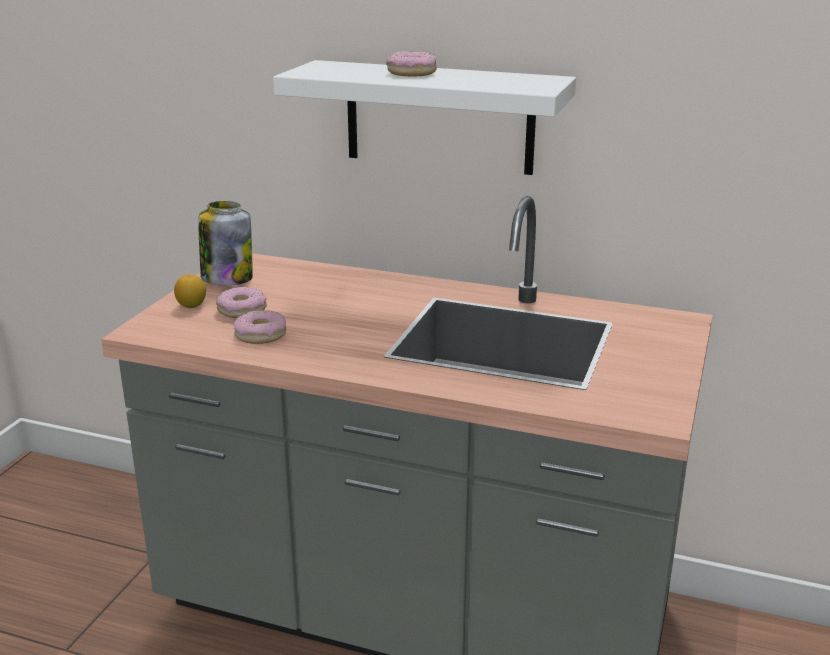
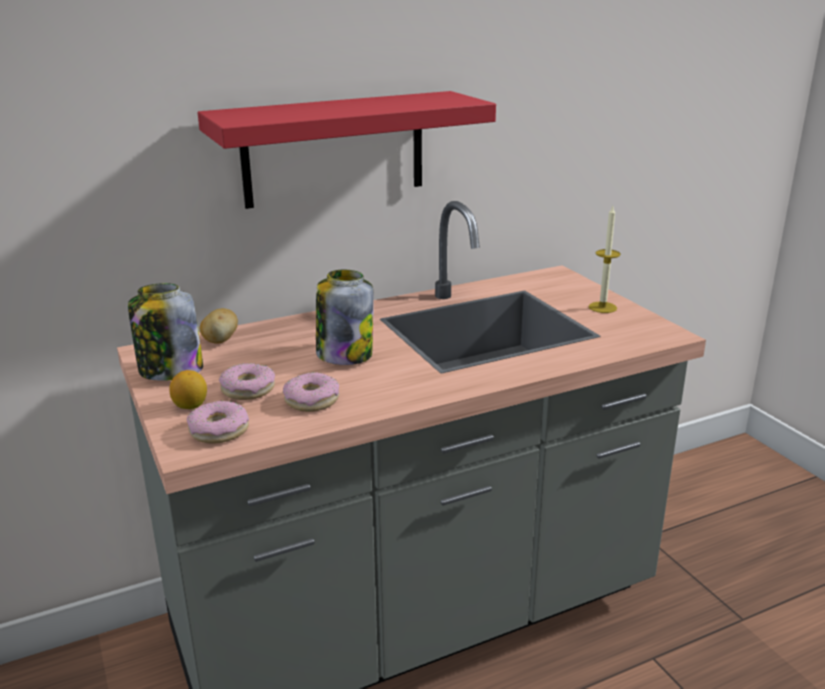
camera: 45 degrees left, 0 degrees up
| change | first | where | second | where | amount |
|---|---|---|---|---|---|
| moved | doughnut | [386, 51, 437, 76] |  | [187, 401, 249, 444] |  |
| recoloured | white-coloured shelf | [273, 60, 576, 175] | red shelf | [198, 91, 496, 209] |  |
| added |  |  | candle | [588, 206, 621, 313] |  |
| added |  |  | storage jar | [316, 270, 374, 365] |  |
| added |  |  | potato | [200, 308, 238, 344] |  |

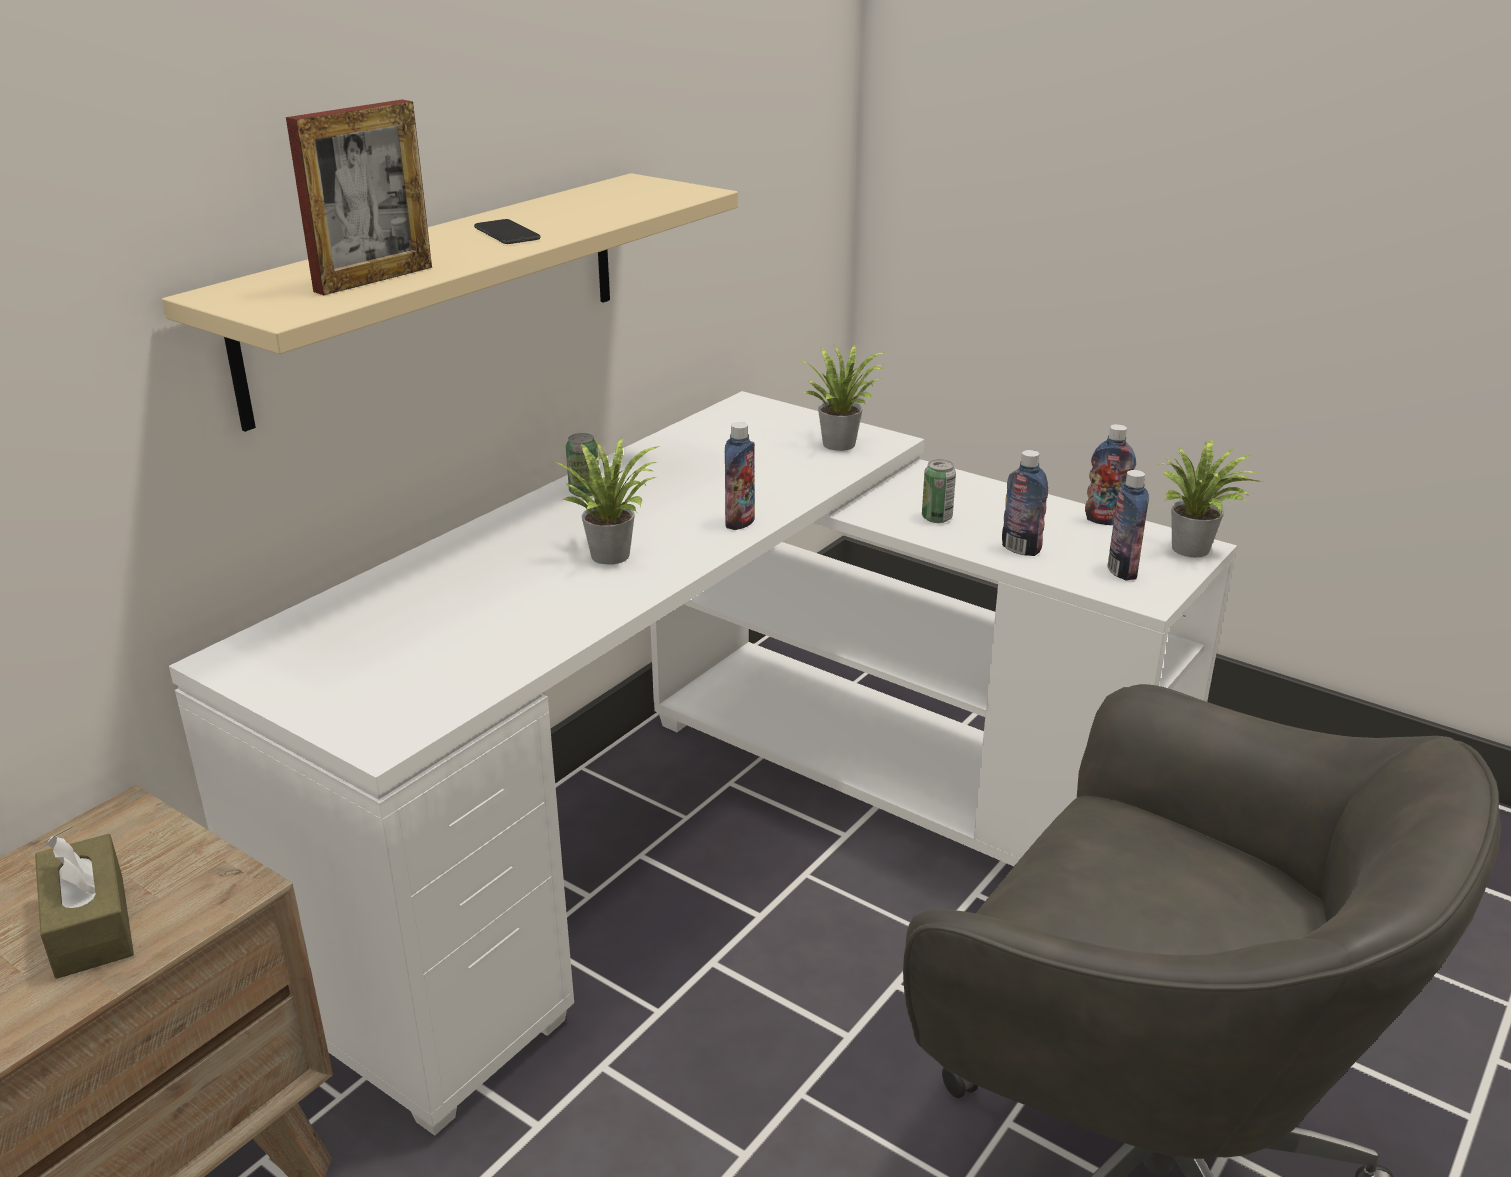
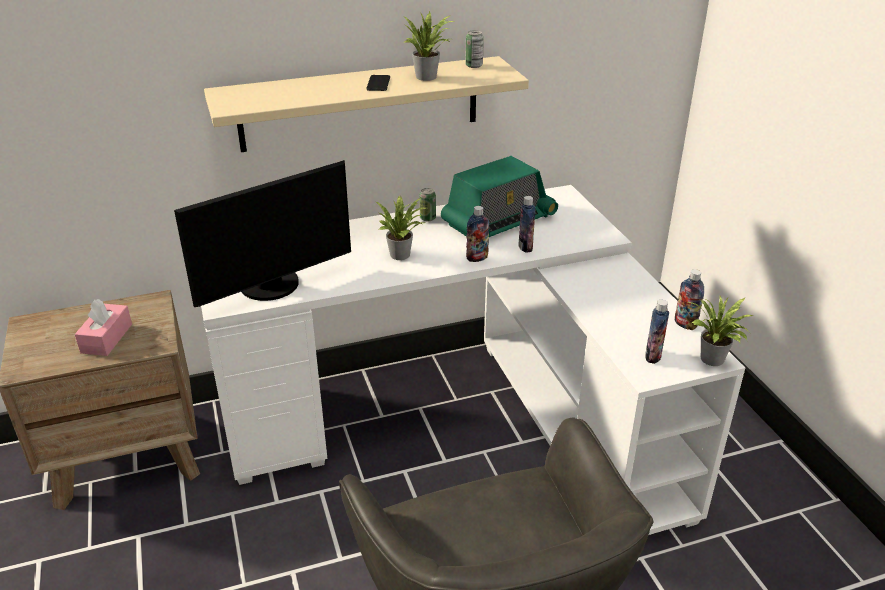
camera: 35 degrees right, 5 degrees up
| change | first | where | second | where | amount |
|---|---|---|---|---|---|
| removed | photo frame | [286, 99, 432, 295] |  |  |  |
| moved | plant in a pot | [800, 344, 886, 451] |  | [403, 10, 456, 81] |  |
| moved | bottle | [1002, 450, 1048, 556] |  | [518, 196, 535, 253] |  |
| moved | metal can | [922, 459, 956, 523] |  | [465, 30, 484, 68] |  |
| recoloured | brownish box of tissues | [35, 834, 134, 979] | pinkish box of tissues | [75, 299, 132, 356] |  |
| added |  |  | radio receiver | [441, 156, 558, 238] |  |
| added |  |  | monitor | [174, 160, 351, 307] |  |

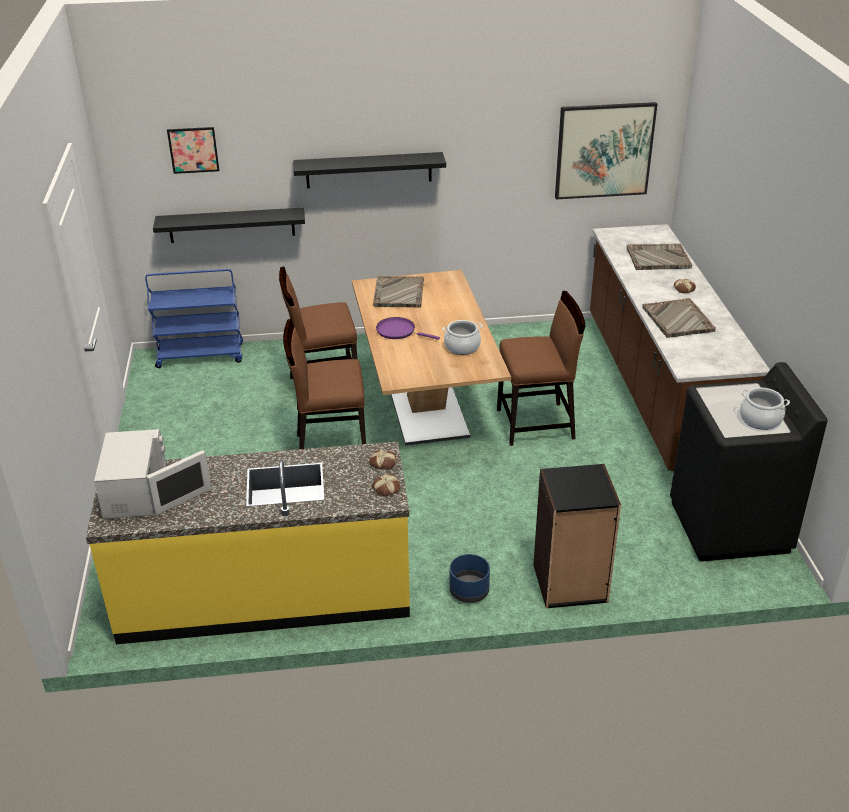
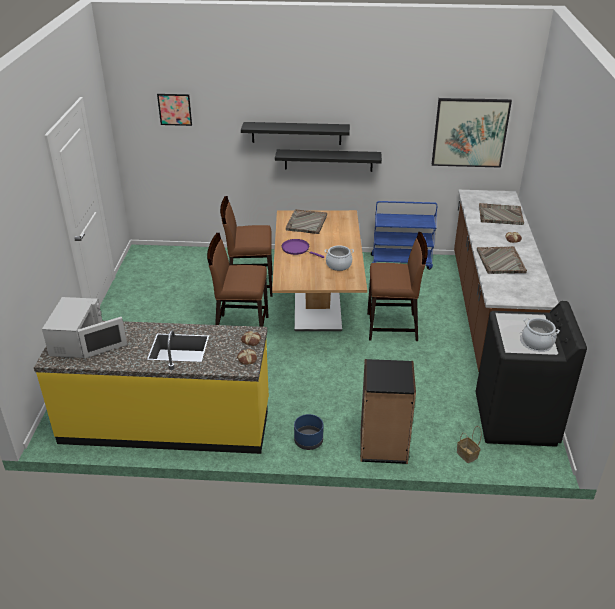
camera: 10 degrees right, 0 degrees up
| change | first | where | second | where | amount |
|---|---|---|---|---|---|
| moved | black-coloured shelf | [153, 208, 305, 243] |  | [275, 149, 382, 172] |  |
| moved | blue trolley | [145, 269, 243, 368] |  | [371, 201, 437, 270] |  |
| added |  |  | basket | [457, 426, 482, 463] |  |

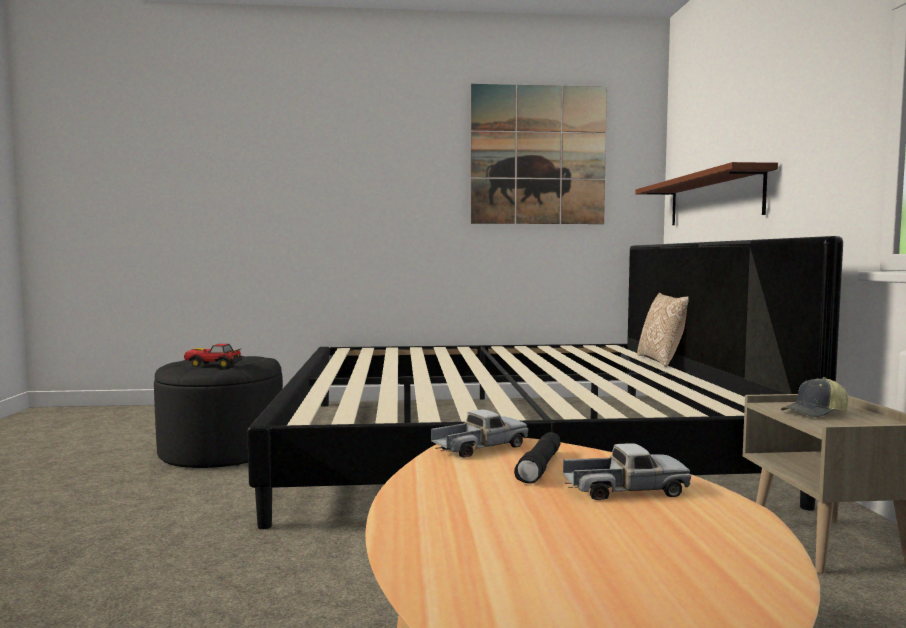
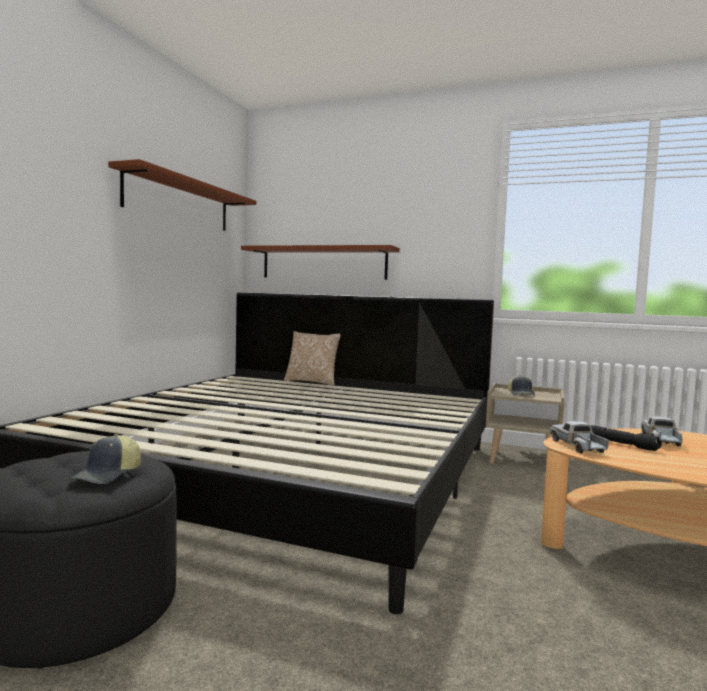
camera: 65 degrees left, 0 degrees up
| change | first | where | second | where | amount |
|---|---|---|---|---|---|
| replaced | picture | [471, 84, 607, 224] | brownish shelf | [108, 159, 256, 231] |  |
| replaced | miniature car | [184, 344, 242, 368] | baseball cap | [69, 434, 141, 484] |  |

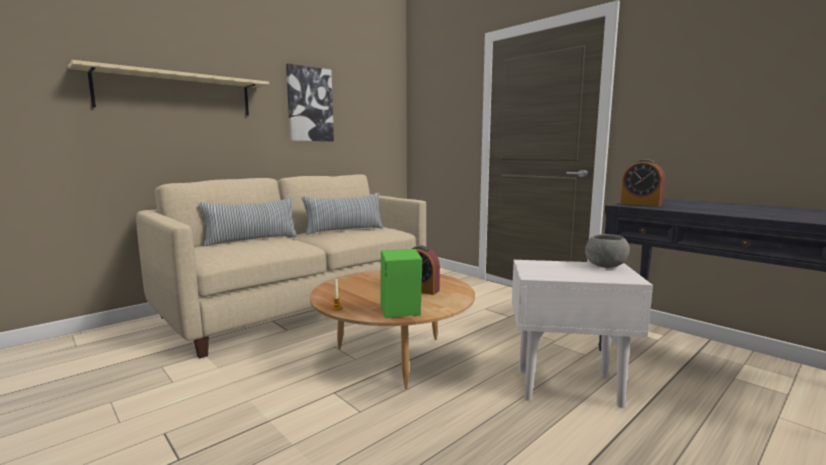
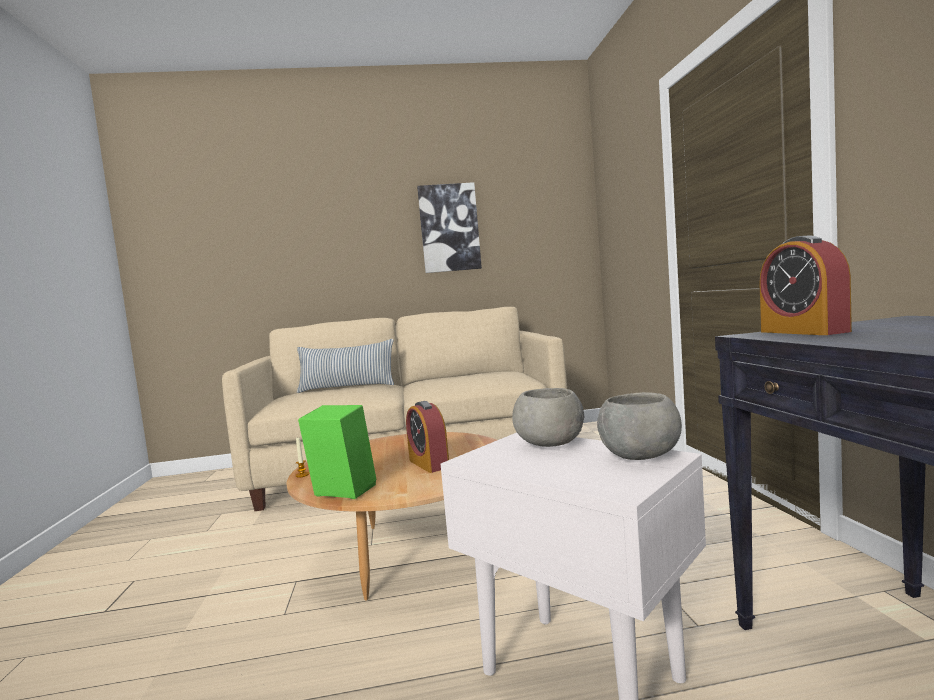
camera: 35 degrees right, 5 degrees down
| change | first | where | second | where | amount |
|---|---|---|---|---|---|
| removed | beige-coloured shelf | [68, 60, 269, 116] |  |  |  |
| removed | pillow | [302, 193, 383, 235] |  |  |  |
| added |  |  | gray bowl | [512, 388, 584, 447] |  |

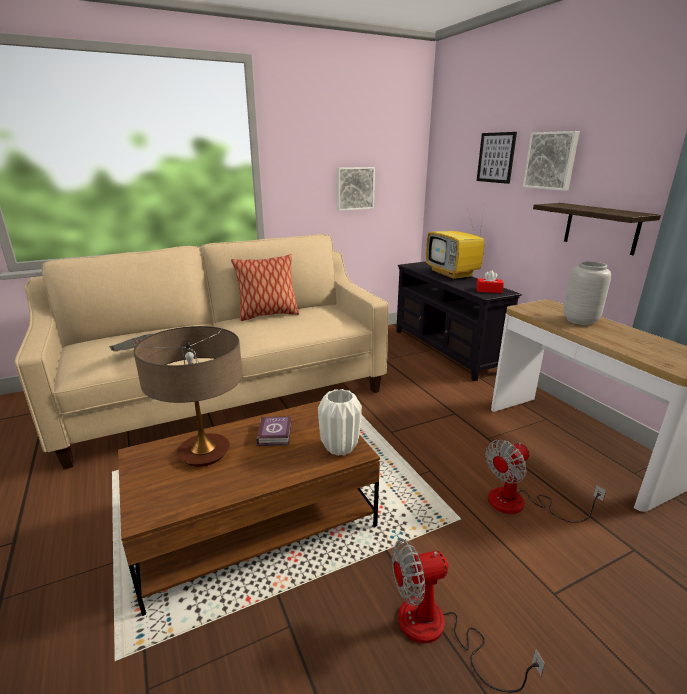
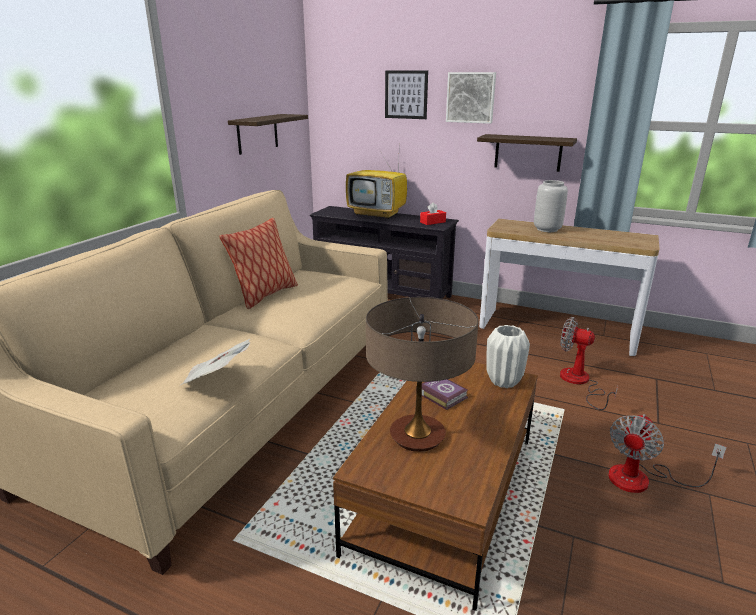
camera: 40 degrees left, 0 degrees up
| change | first | where | second | where | amount |
|---|---|---|---|---|---|
| replaced | picture | [337, 167, 375, 211] | shelf | [228, 114, 308, 155] |  |
| turned | cooling fan | [485, 440, 606, 523] |  | [560, 317, 618, 410] | 105 degrees clockwise |

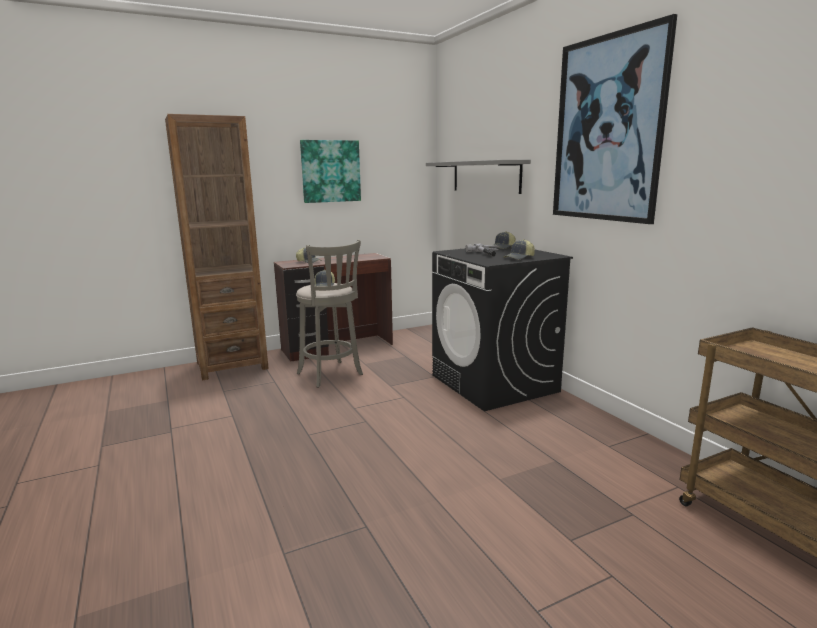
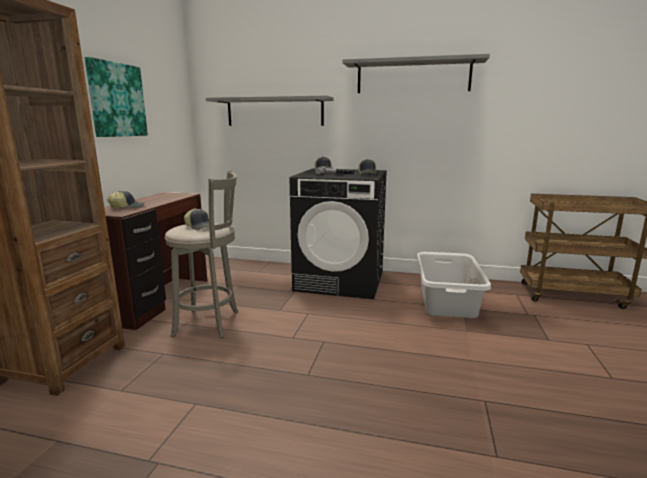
camera: 50 degrees left, 0 degrees up
| change | first | where | second | where | amount |
|---|---|---|---|---|---|
| replaced | picture | [553, 14, 677, 224] | gray shelf | [342, 54, 490, 93] |  |
| added |  |  | gray washing basket | [417, 252, 491, 318] |  |

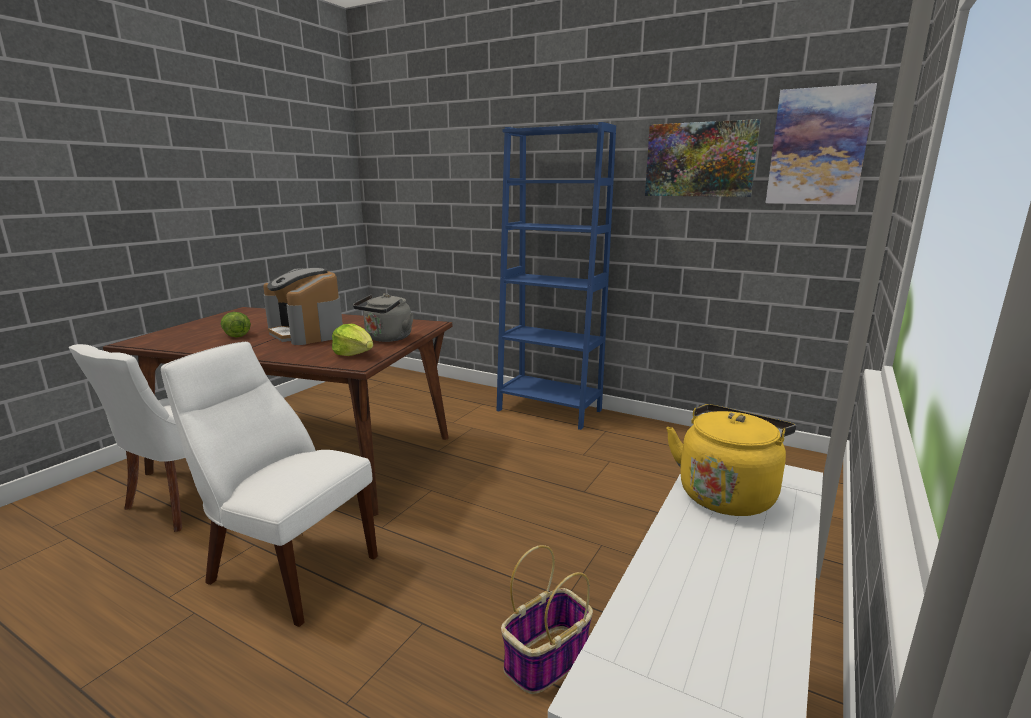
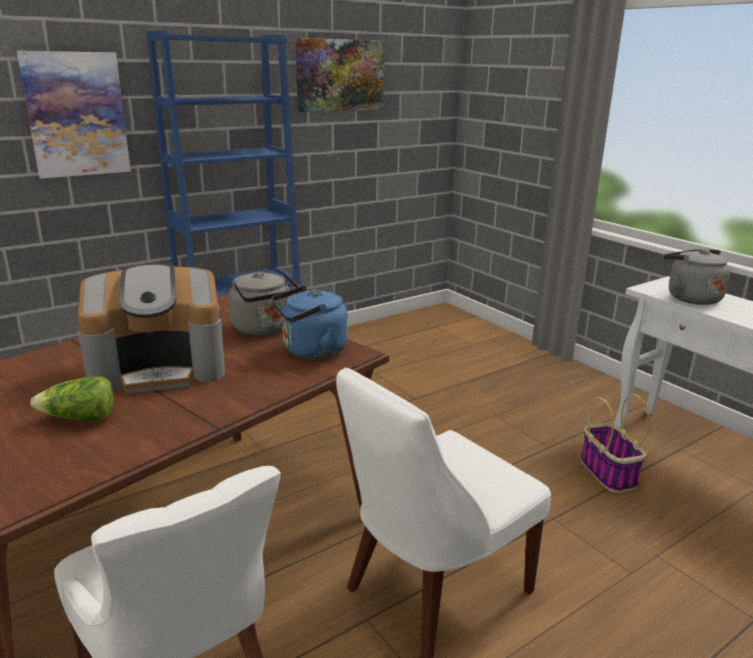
camera: 65 degrees left, 5 degrees up
| change | first | where | second | where | amount |
|---|---|---|---|---|---|
| moved | picture | [766, 83, 877, 205] |  | [17, 51, 131, 179] |  |
| replaced | lettuce head | [332, 324, 373, 356] | blue kettle | [271, 286, 348, 359] |  |
| recoloured | yellow-coloured kettle | [666, 404, 796, 516] | gray kettle | [663, 249, 730, 305] |  |

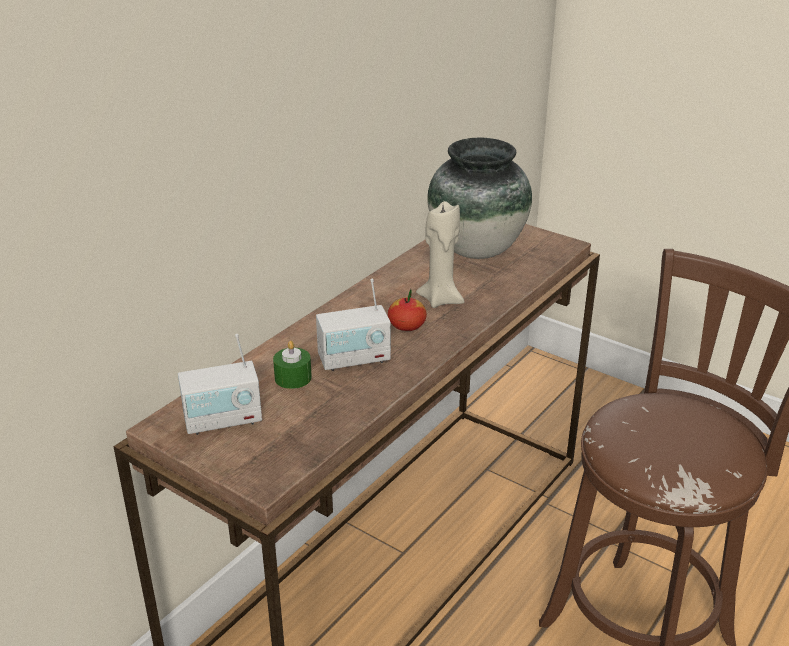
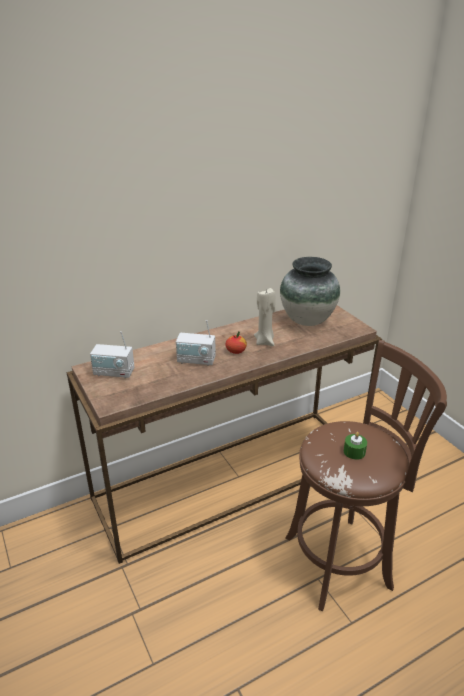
camera: 25 degrees right, 0 degrees up
| change | first | where | second | where | amount |
|---|---|---|---|---|---|
| moved | green-coloured candle | [273, 341, 312, 389] |  | [344, 432, 367, 460] |  |

